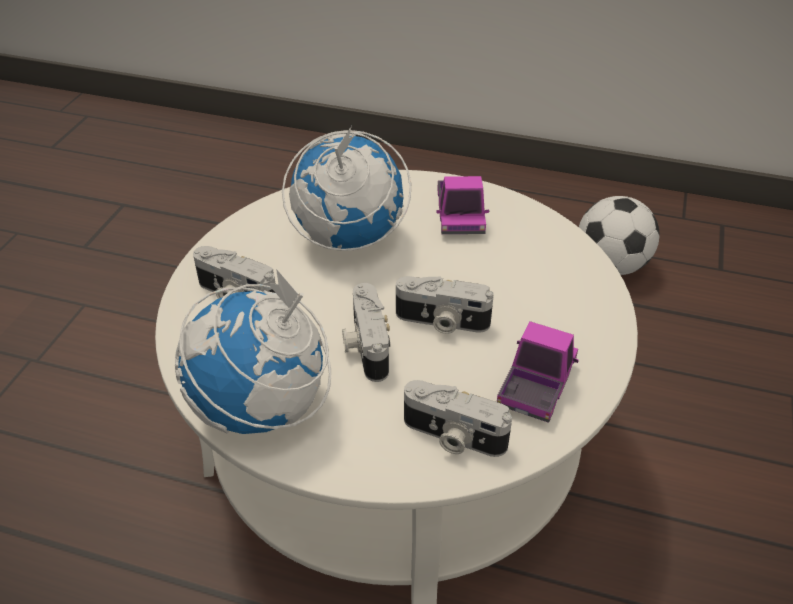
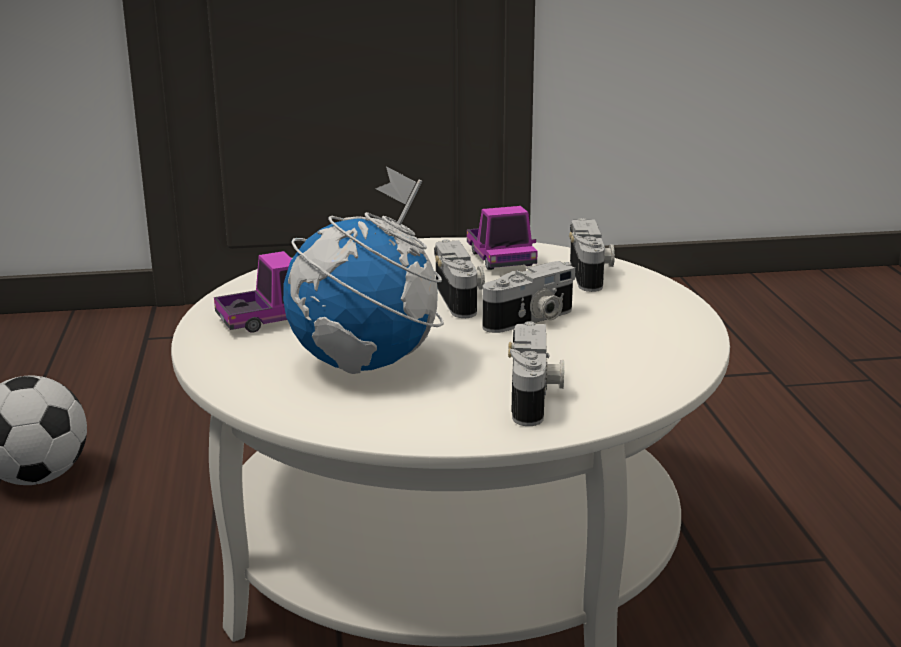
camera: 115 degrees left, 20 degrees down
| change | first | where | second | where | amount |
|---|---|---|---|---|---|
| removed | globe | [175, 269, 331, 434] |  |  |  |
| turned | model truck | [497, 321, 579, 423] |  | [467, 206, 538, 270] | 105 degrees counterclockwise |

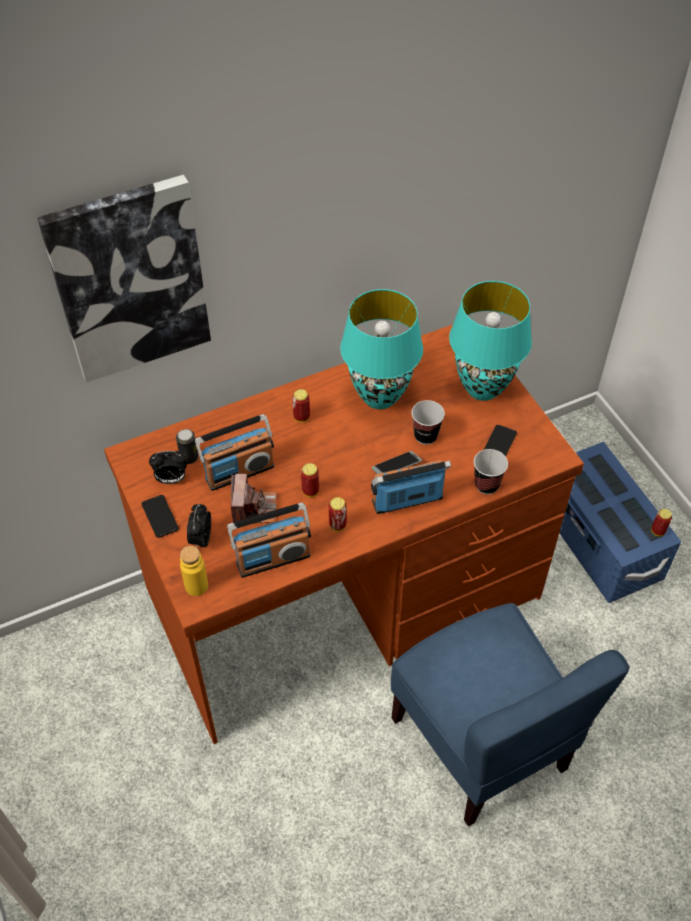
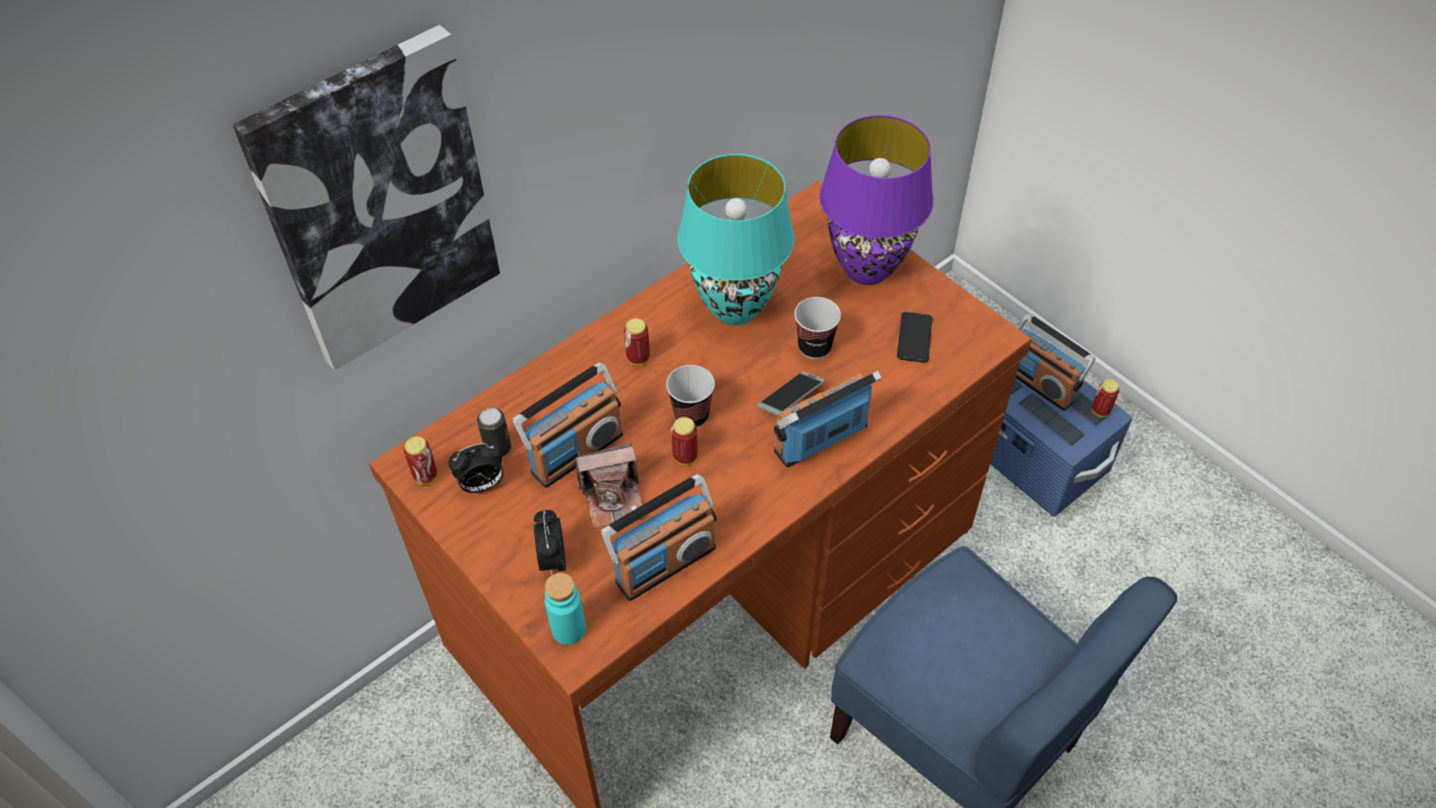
camera: 15 degrees left, 0 degrees up
| change | first | where | second | where | amount |
|---|---|---|---|---|---|
| recoloured | turquoise-coloured lamp for a table | [449, 281, 532, 401] | purple lamp for a table | [819, 115, 933, 285] |  |
| moved | drinking cup | [474, 449, 508, 494] |  | [666, 365, 715, 428] |  |
| turned | photo camera | [231, 474, 277, 523] |  | [575, 443, 646, 529] | 90 degrees clockwise |
| removed | telephone | [141, 495, 179, 538] |  |  |  |
| moved | metal can | [329, 497, 347, 532] |  | [404, 437, 437, 485] |  |
| recoloured | yellow-coloured bottle | [180, 546, 208, 596] | turquoise-coloured bottle | [545, 573, 586, 645] |  |
| added |  |  | radio receiver | [1015, 314, 1096, 411] |  |

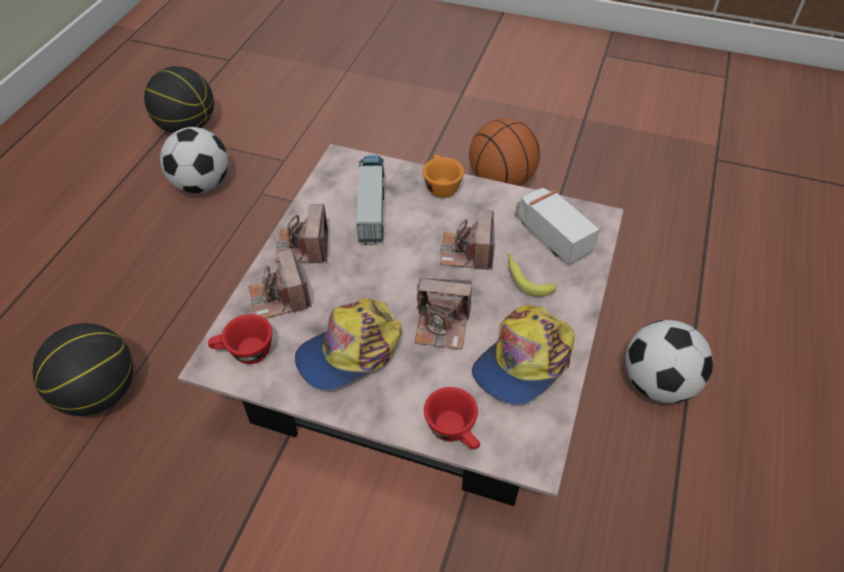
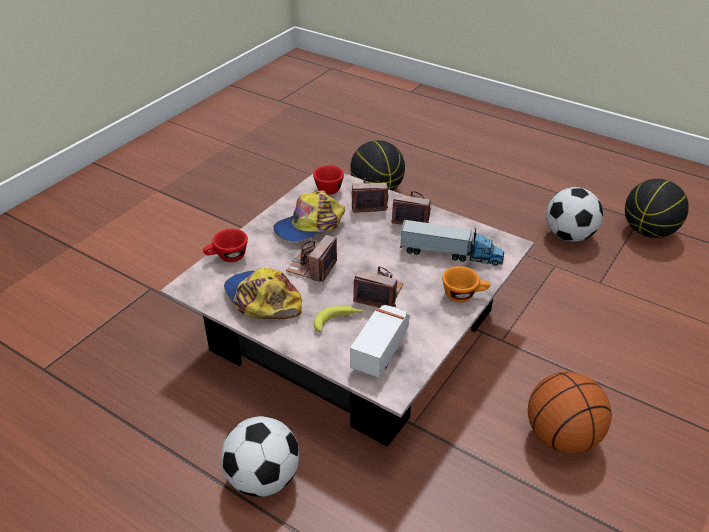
camera: 105 degrees right, 10 degrees down
| change | first | where | second | where | amount |
|---|---|---|---|---|---|
| turned | model truck | [515, 188, 600, 265] |  | [350, 305, 410, 378] | 45 degrees counterclockwise |
| turned | baseball cap | [295, 298, 402, 390] |  | [273, 190, 345, 242] | 105 degrees counterclockwise |

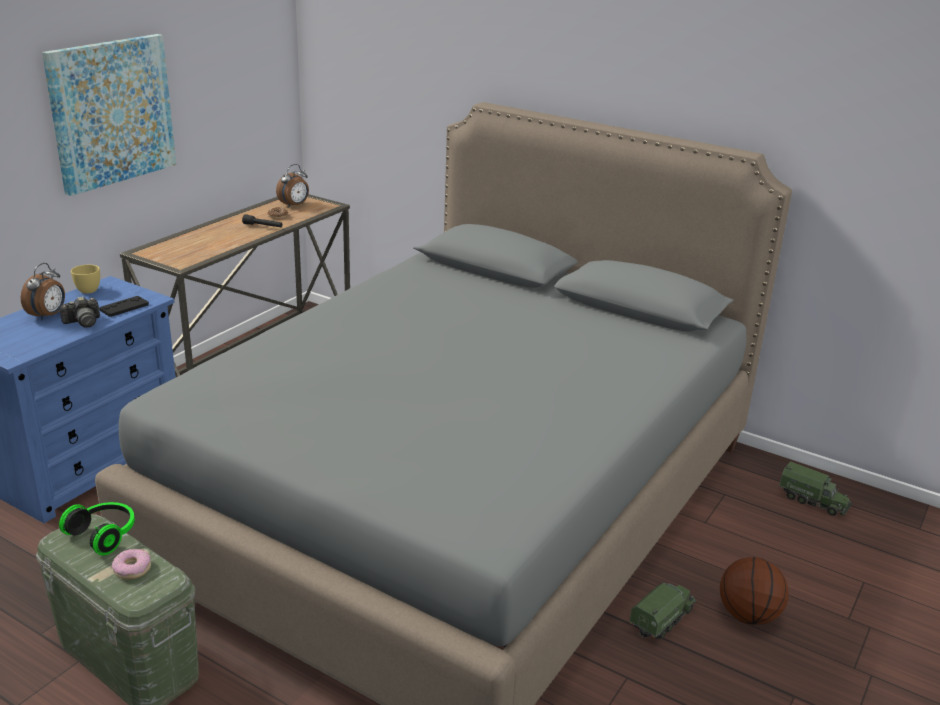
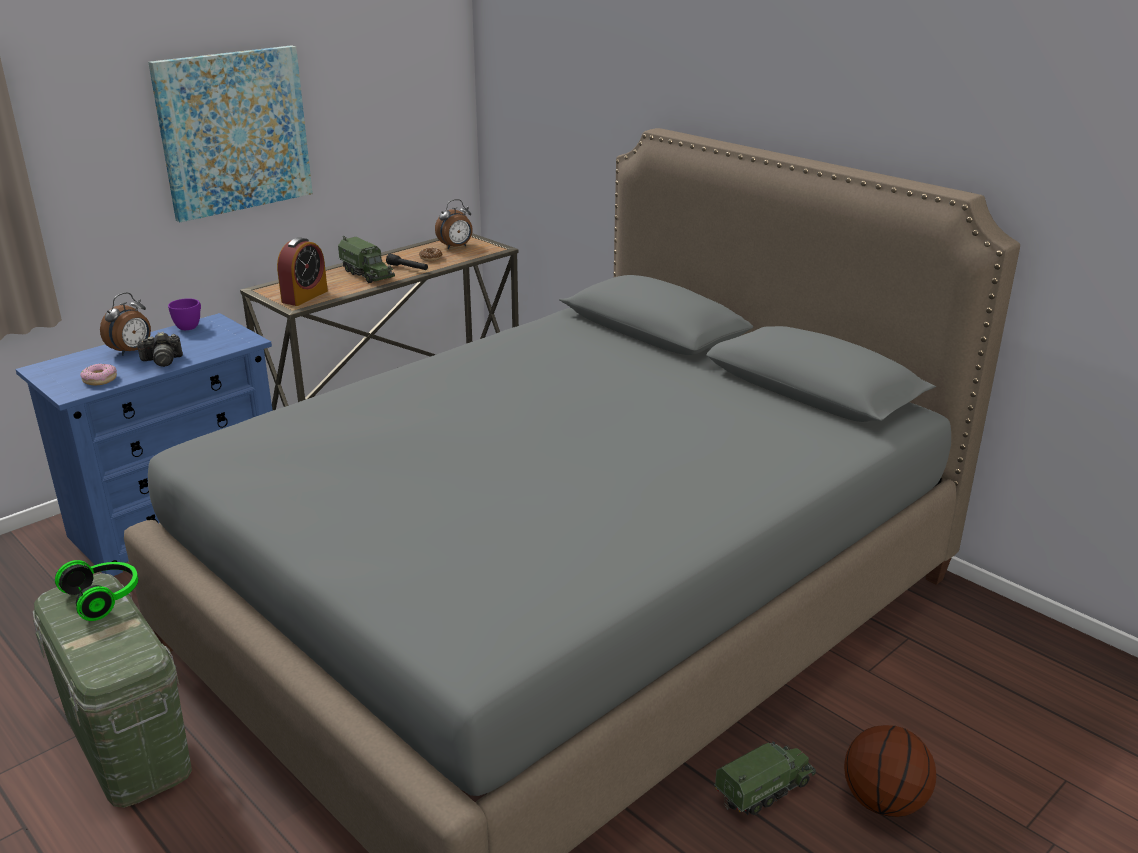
camera: 15 degrees right, 0 degrees up
| change | first | where | second | where | amount |
|---|---|---|---|---|---|
| recoloured | yellow-coloured drinking cup | [71, 264, 100, 294] | purple drinking cup | [168, 298, 201, 330] |  |
| removed | black-coloured game controller | [99, 296, 149, 317] |  |  |  |
| moved | model truck | [779, 461, 852, 516] |  | [338, 236, 395, 283] |  |
| moved | doughnut | [112, 549, 151, 579] |  | [80, 364, 117, 385] |  |
| added |  |  | table clock | [277, 237, 328, 306] |  |

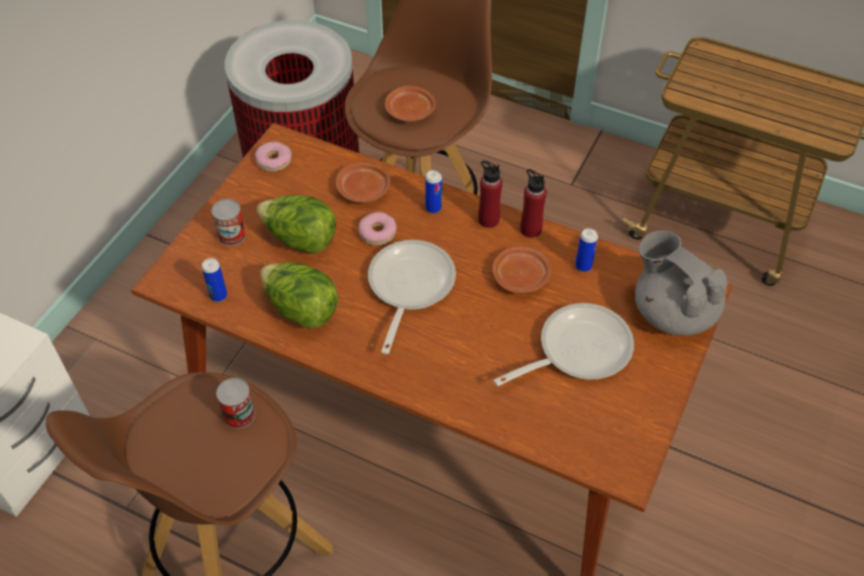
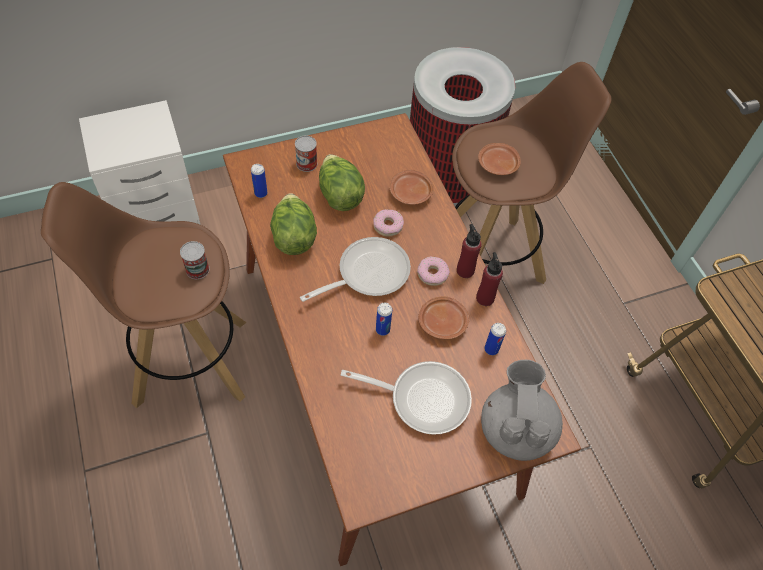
camera: 40 degrees right, 5 degrees up
| change | first | where | second | where | amount |
|---|---|---|---|---|---|
| moved | doughnut | [255, 142, 292, 172] |  | [417, 257, 450, 286] |  |
| moved | metal can | [425, 170, 442, 213] |  | [376, 303, 392, 336] |  |

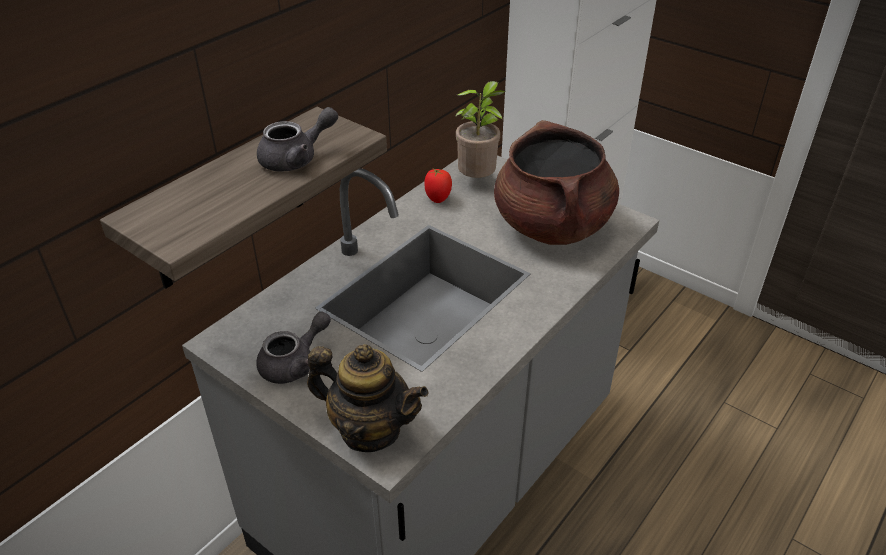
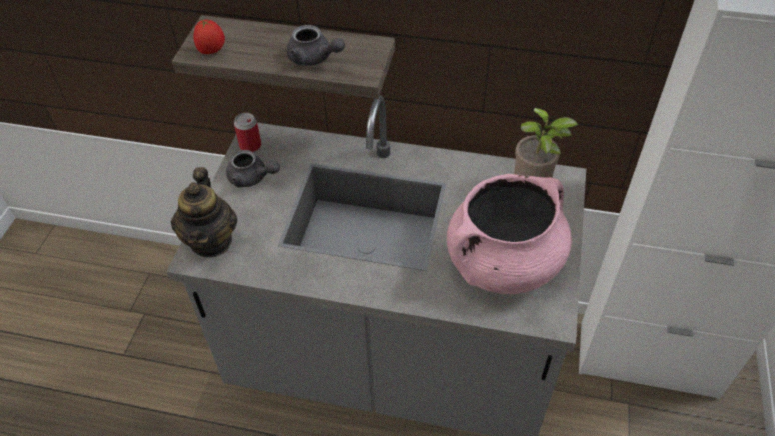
camera: 65 degrees right, 10 degrees up
| change | first | where | second | where | amount |
|---|---|---|---|---|---|
| recoloured | brownish cooking pot | [494, 120, 619, 245] | pinkish cooking pot | [447, 174, 572, 294] |  |
| moved | whole tomato | [424, 168, 452, 203] |  | [193, 20, 225, 54] |  |
| added |  |  | metal can | [234, 113, 261, 152] |  |

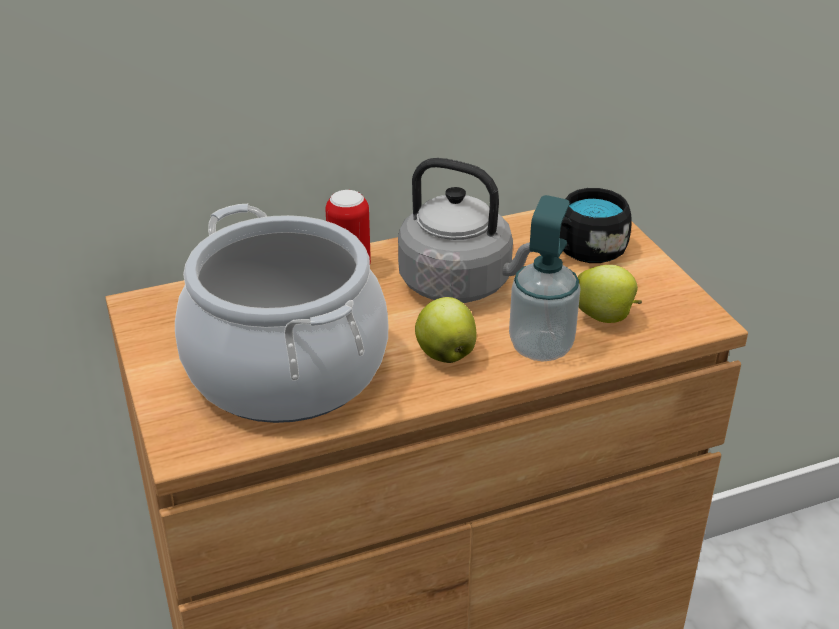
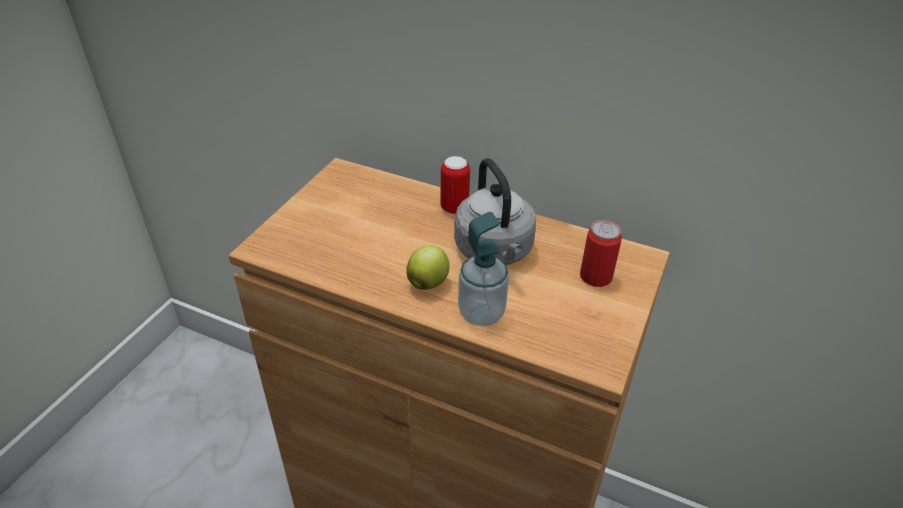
camera: 45 degrees right, 5 degrees up
| change | first | where | second | where | amount |
|---|---|---|---|---|---|
| replaced | black-coloured tea mug | [560, 188, 631, 263] | metal can | [580, 220, 622, 287] |  |
| removed | cooking pot | [175, 204, 388, 423] |  |  |  |
| removed | apple fruit | [578, 265, 642, 323] |  |  |  |

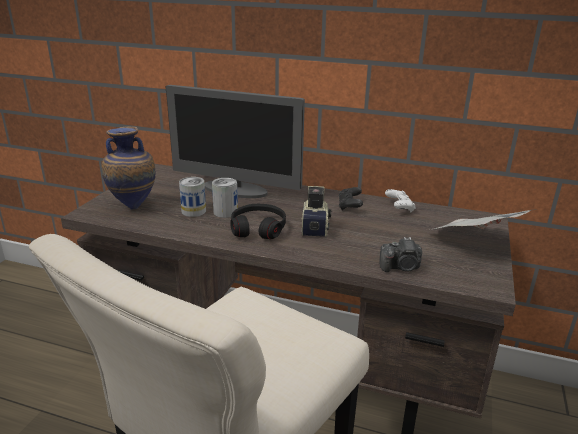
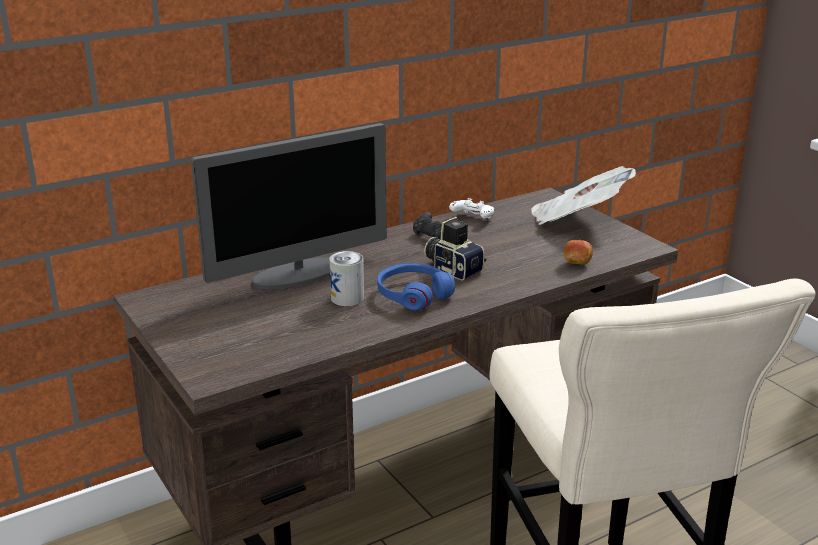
camera: 50 degrees left, 0 degrees up
| change | first | where | second | where | amount |
|---|---|---|---|---|---|
| removed | decorative vase | [102, 126, 155, 210] |  |  |  |
| removed | metal can | [179, 177, 206, 217] |  |  |  |
| recoloured | black-coloured pair of headphones | [230, 204, 286, 239] | blue pair of headphones | [378, 263, 455, 310] |  |
| replaced | photo camera | [379, 237, 422, 272] | apple fruit | [563, 238, 593, 265] |  |

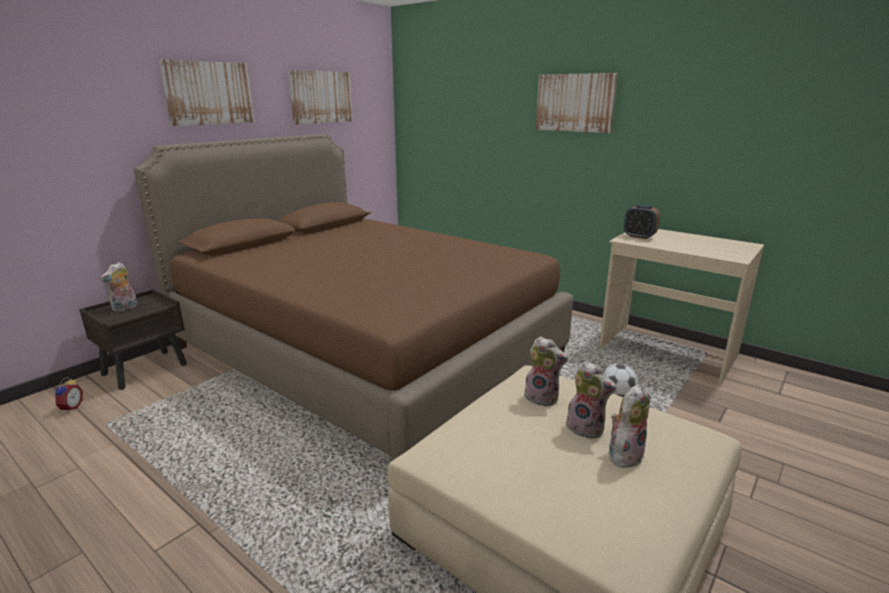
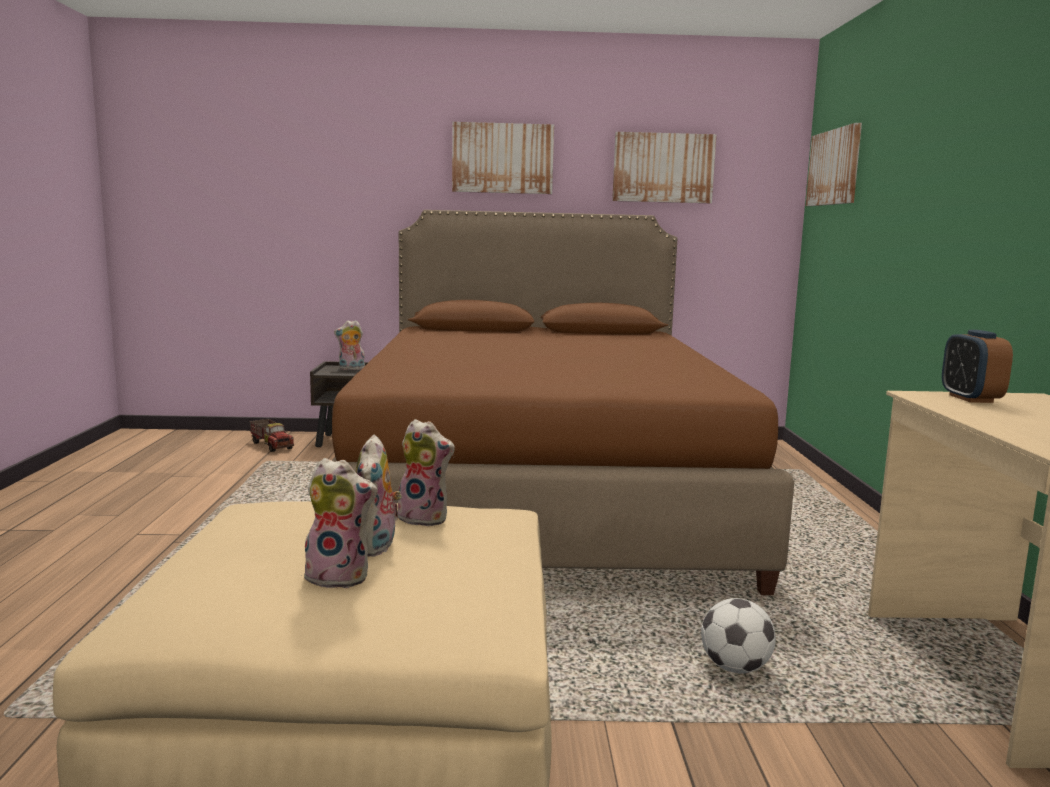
camera: 50 degrees right, 10 degrees down
| change | first | where | second | where | amount |
|---|---|---|---|---|---|
| moved | picture | [536, 73, 618, 133] |  | [806, 123, 862, 206] |  |
| turned | soft toy | [524, 336, 568, 407] |  | [398, 419, 455, 527] | 60 degrees counterclockwise |
| replaced | table clock | [55, 377, 83, 413] | model truck | [249, 419, 294, 452] |  |

